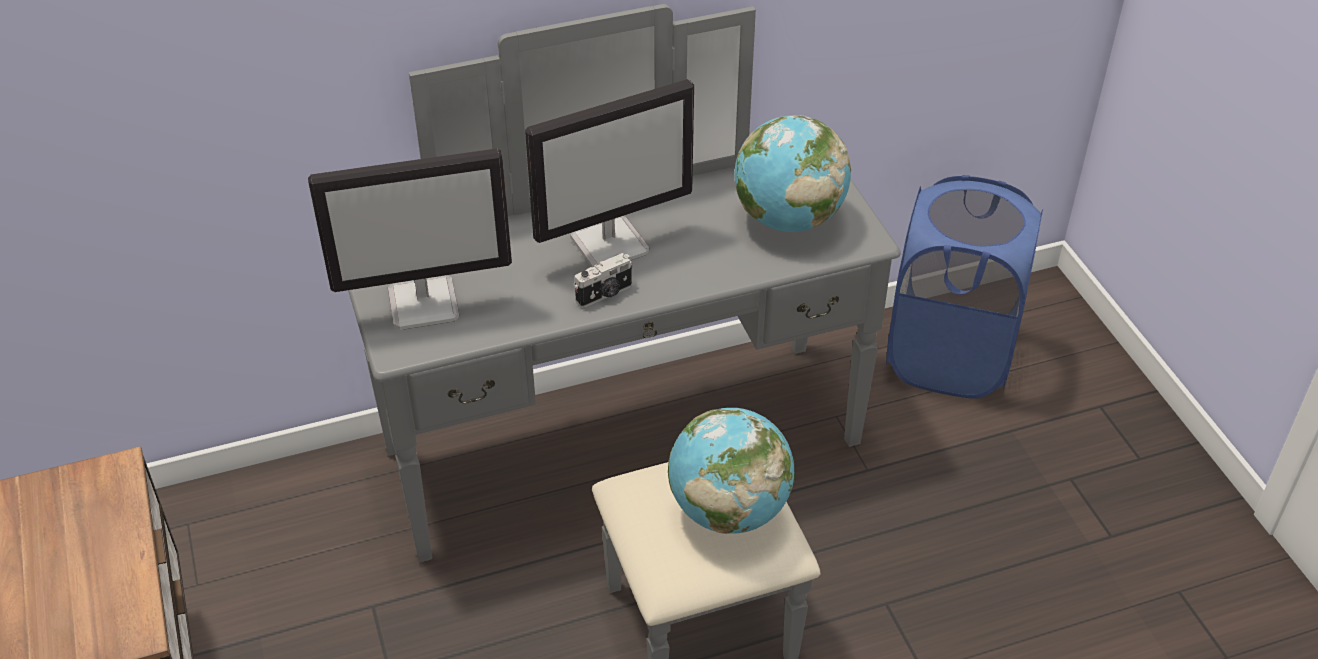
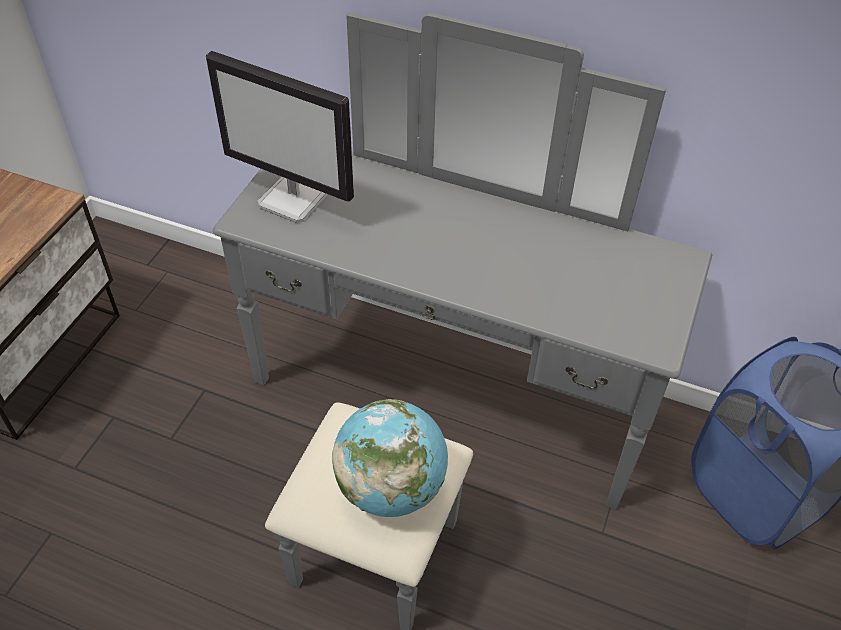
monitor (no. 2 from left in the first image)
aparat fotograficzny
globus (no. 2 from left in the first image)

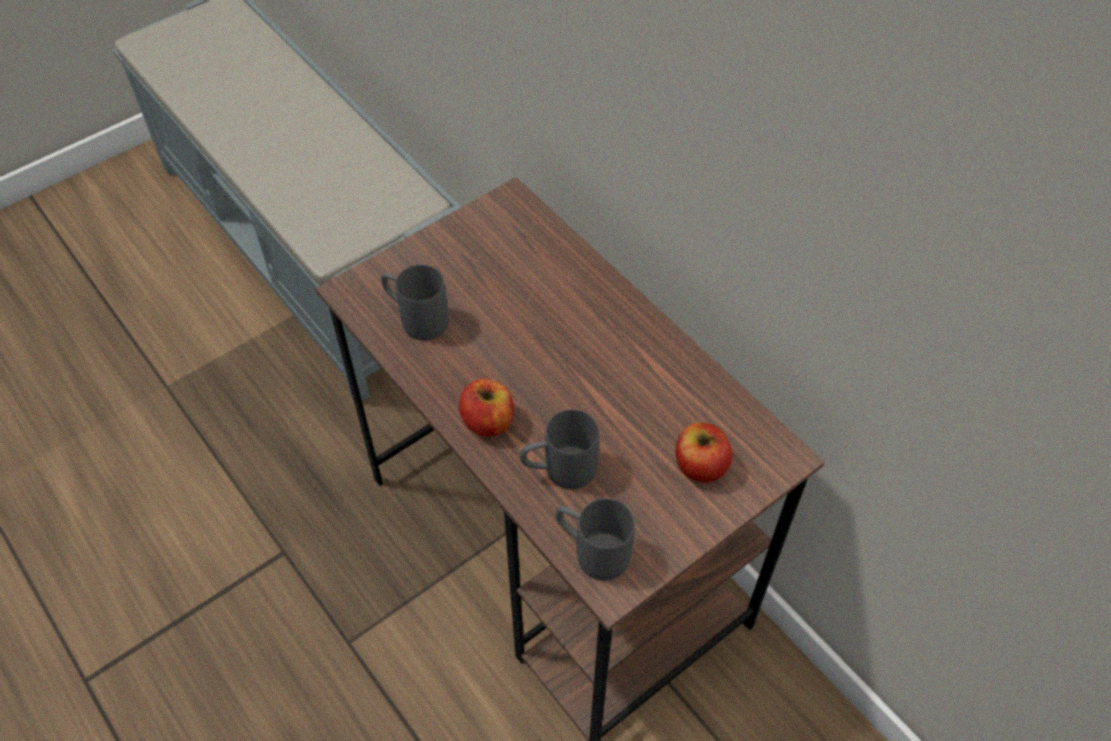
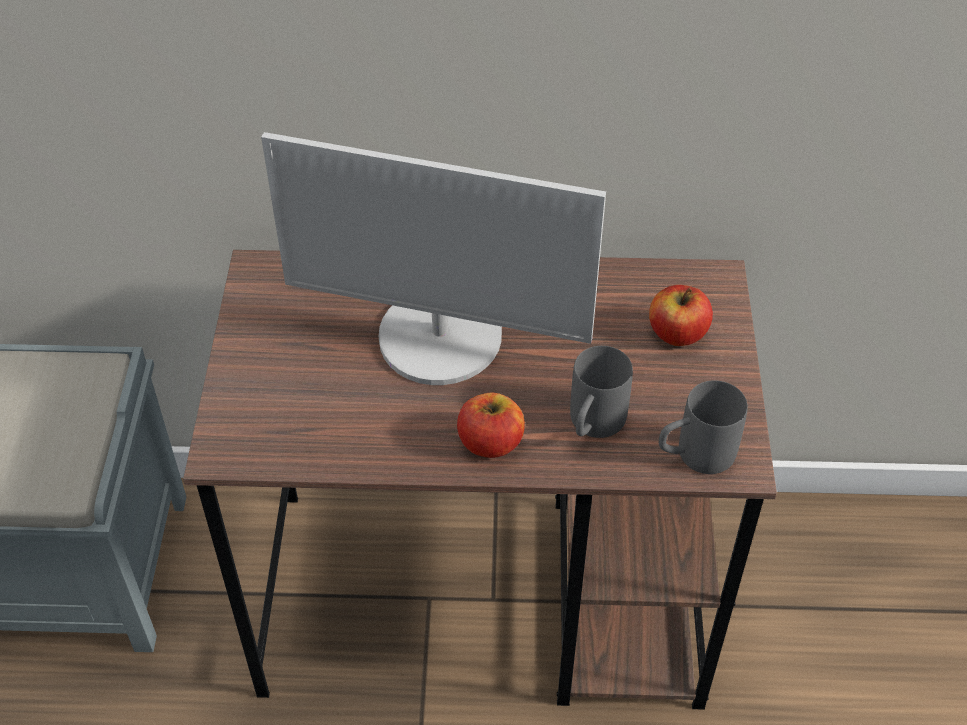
monitor
kubek (szary) (no. 1 from left in the first image)

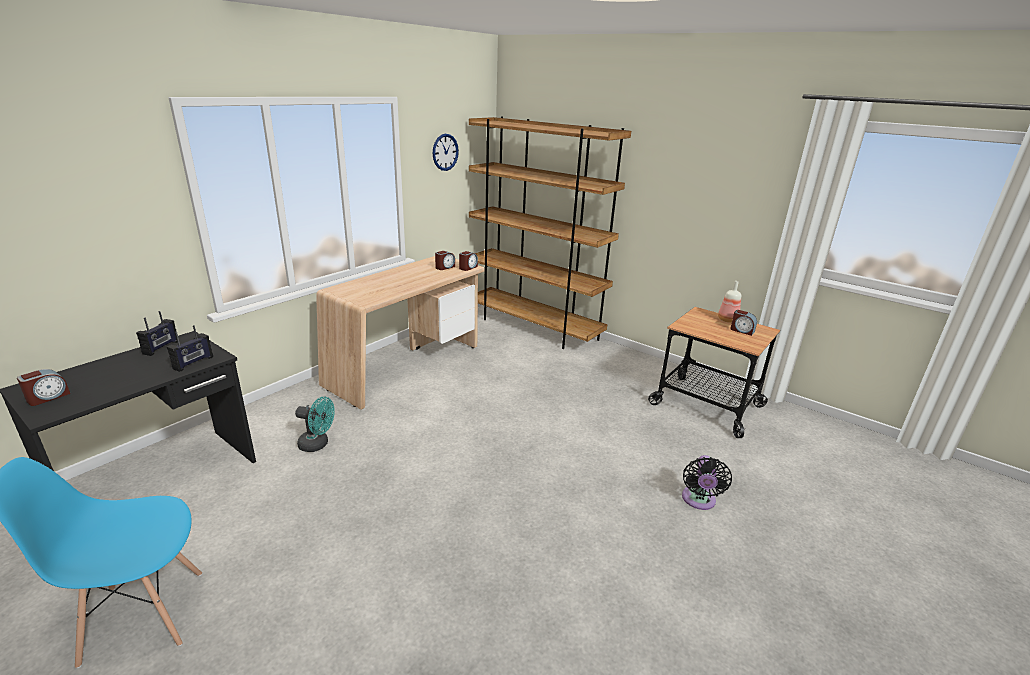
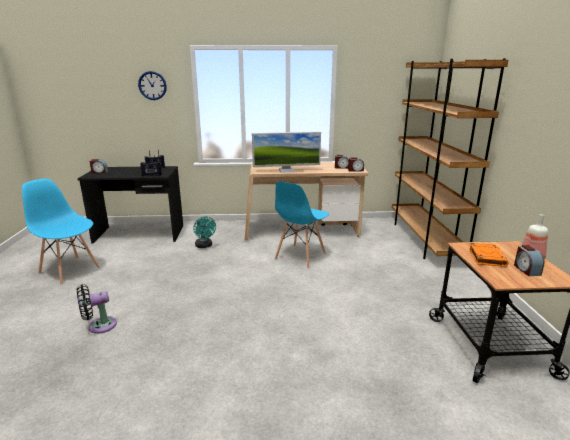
wentylator (czarny)
zegar ścienny
monitor
krzesło (niebieski) (no. 2 from left)
książka (pomarańczowy)

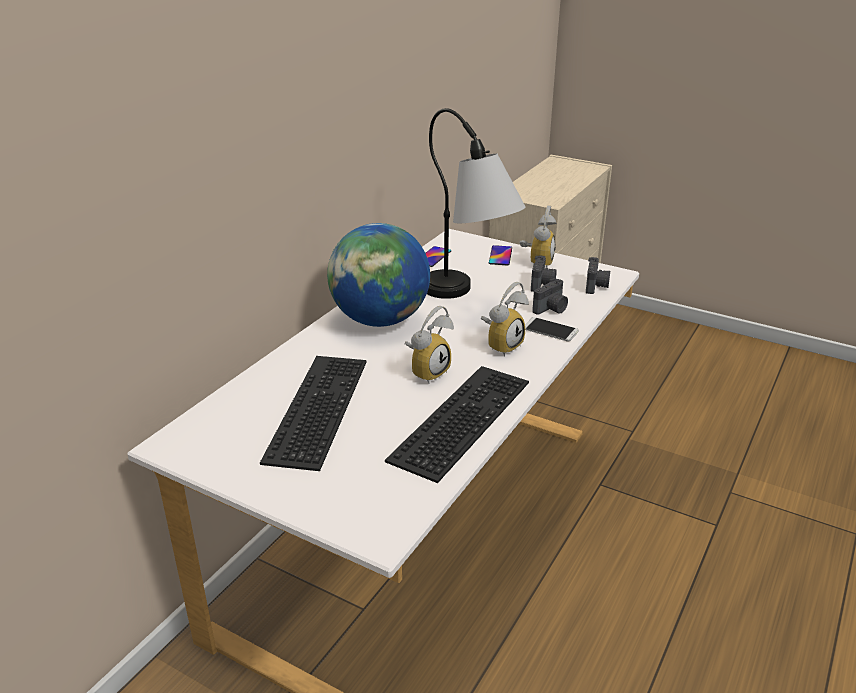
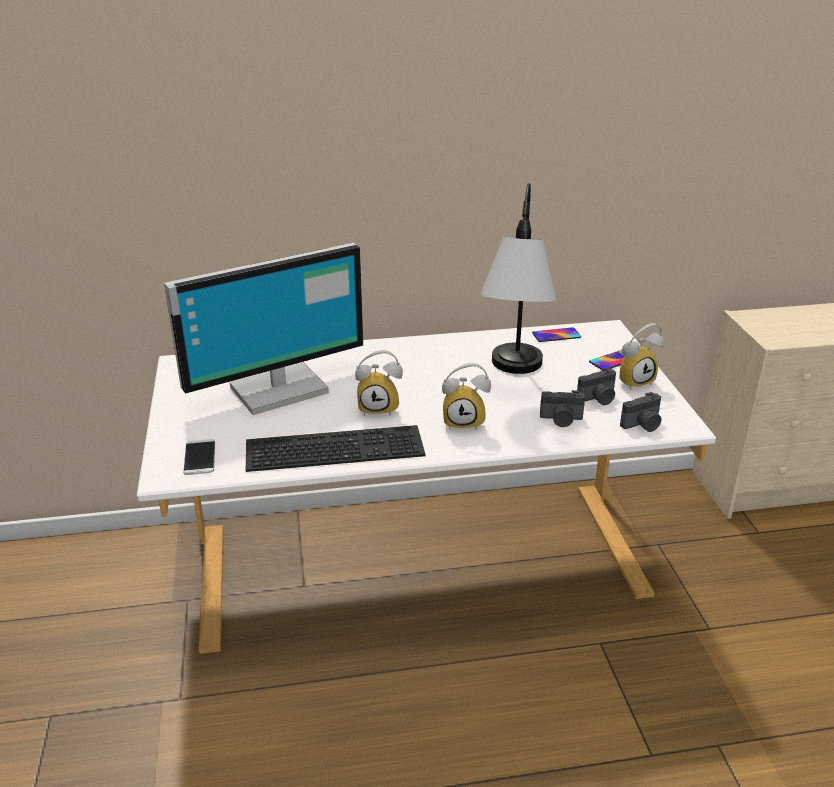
monitor
telefon (no. 1 from left)
globus

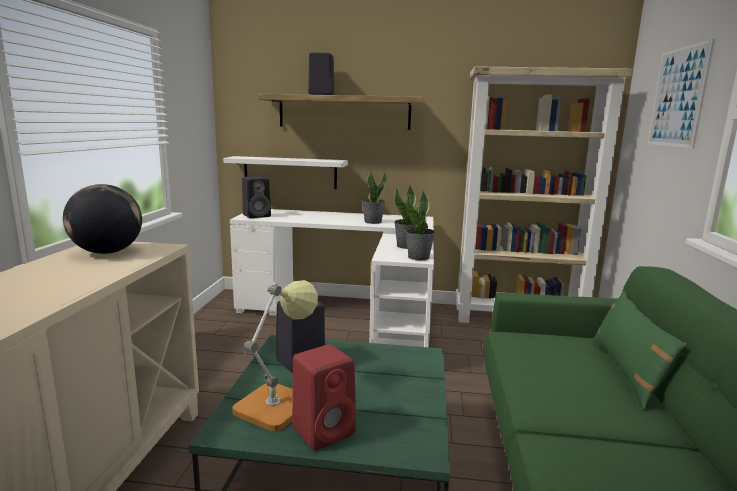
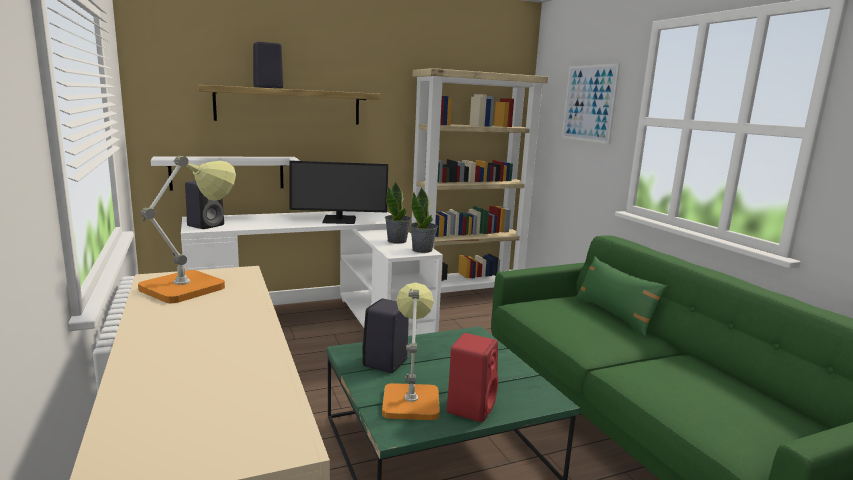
lampa stołowa (no. 1 from left)
monitor

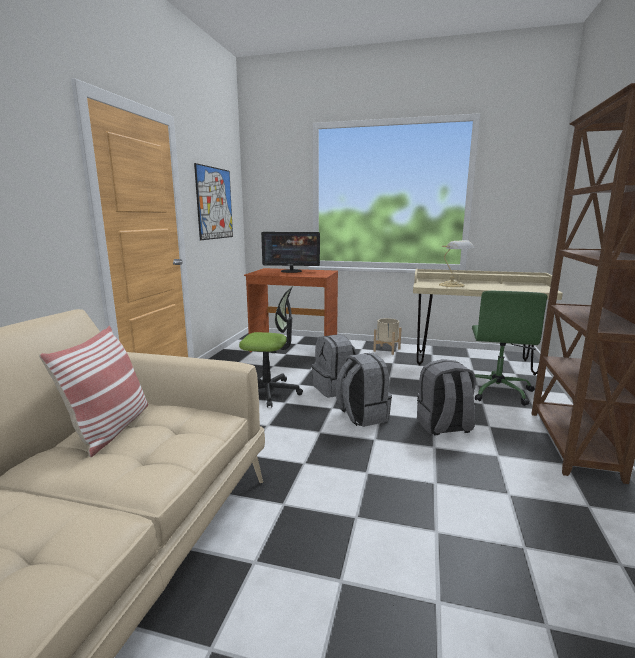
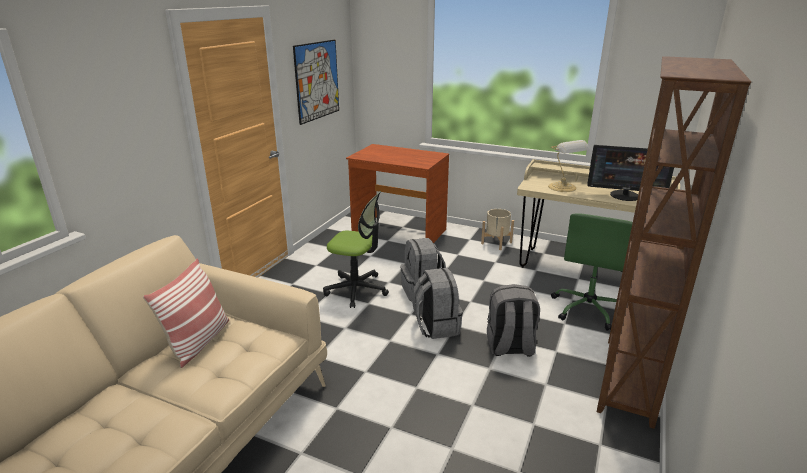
monitor

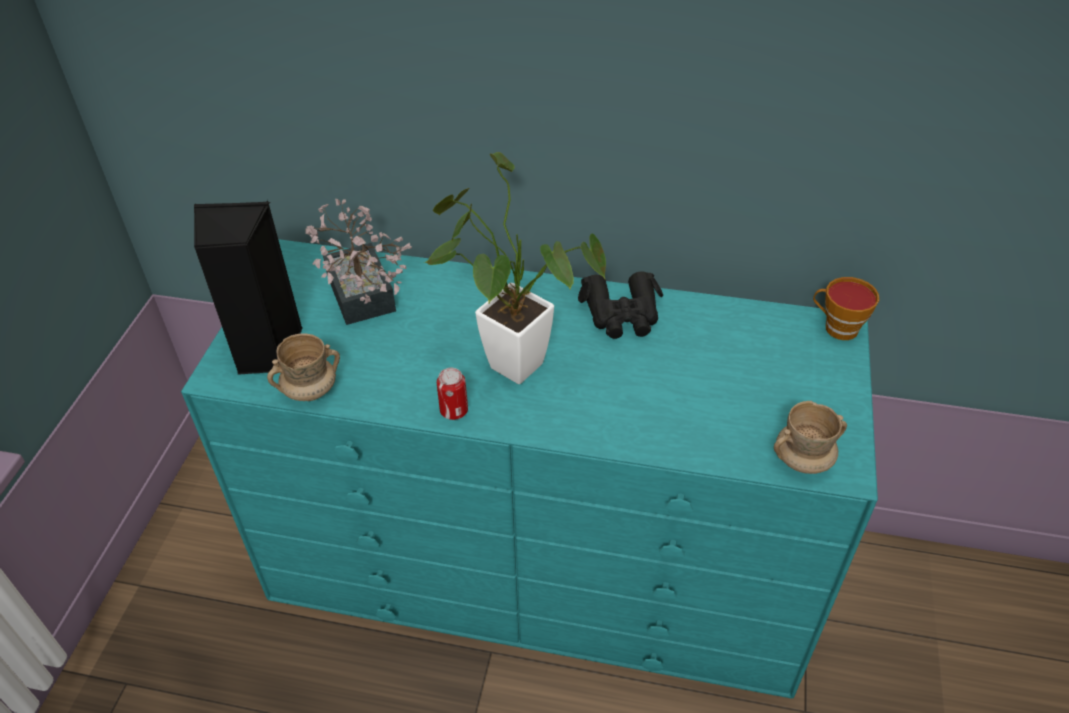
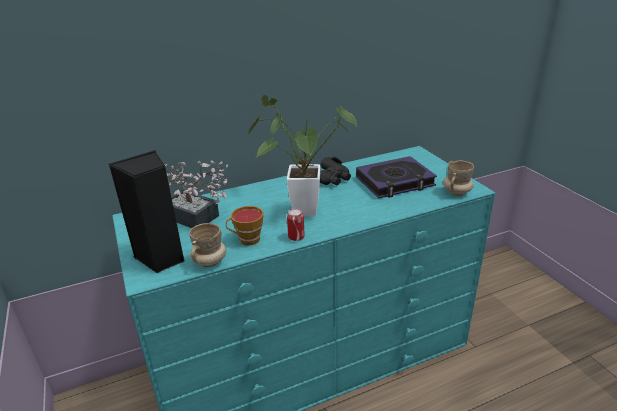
filiżanka
książka

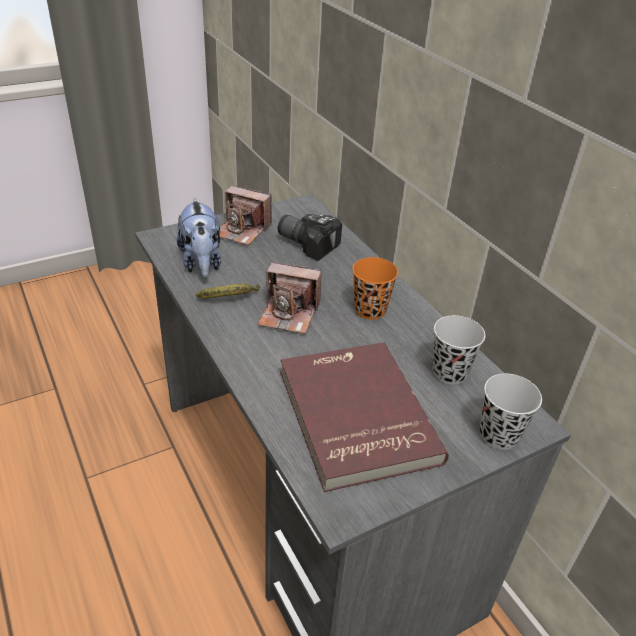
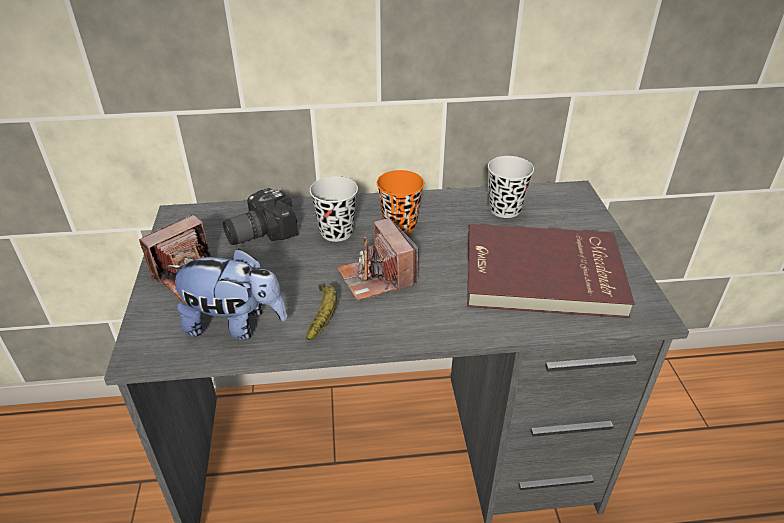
filiżanka (czarny) (no. 1 from left)
aparat fotograficzny (no. 3 from left)

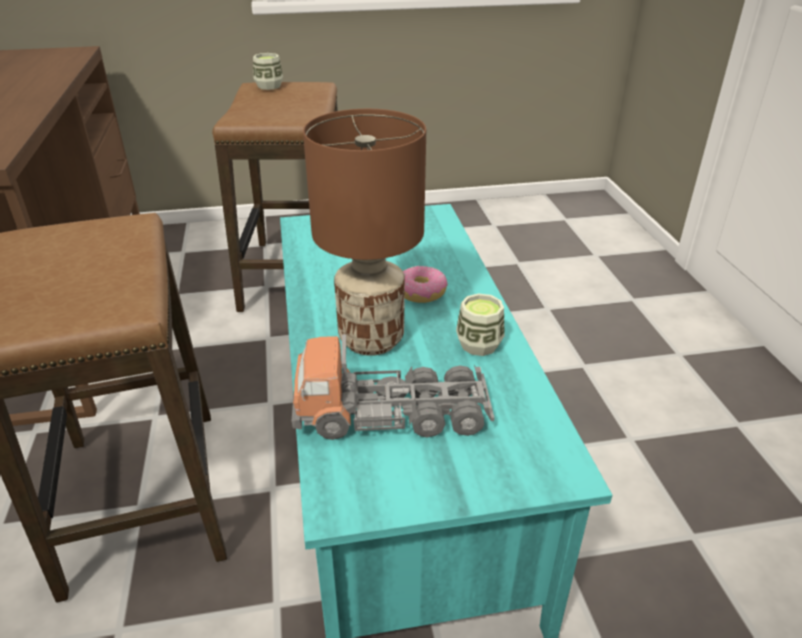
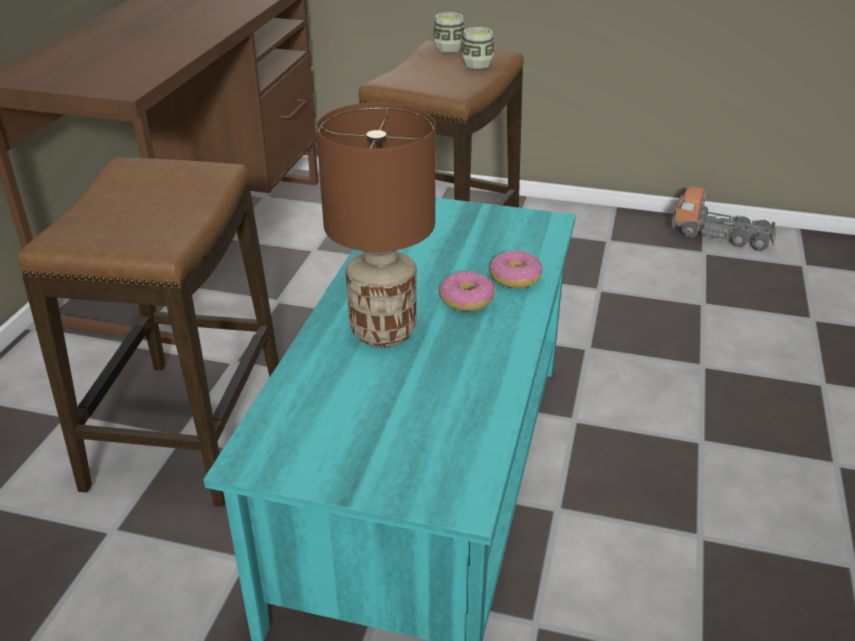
filiżanka (no. 2 from left)
donut (no. 2 from left)
ciężarówka zabawkowa

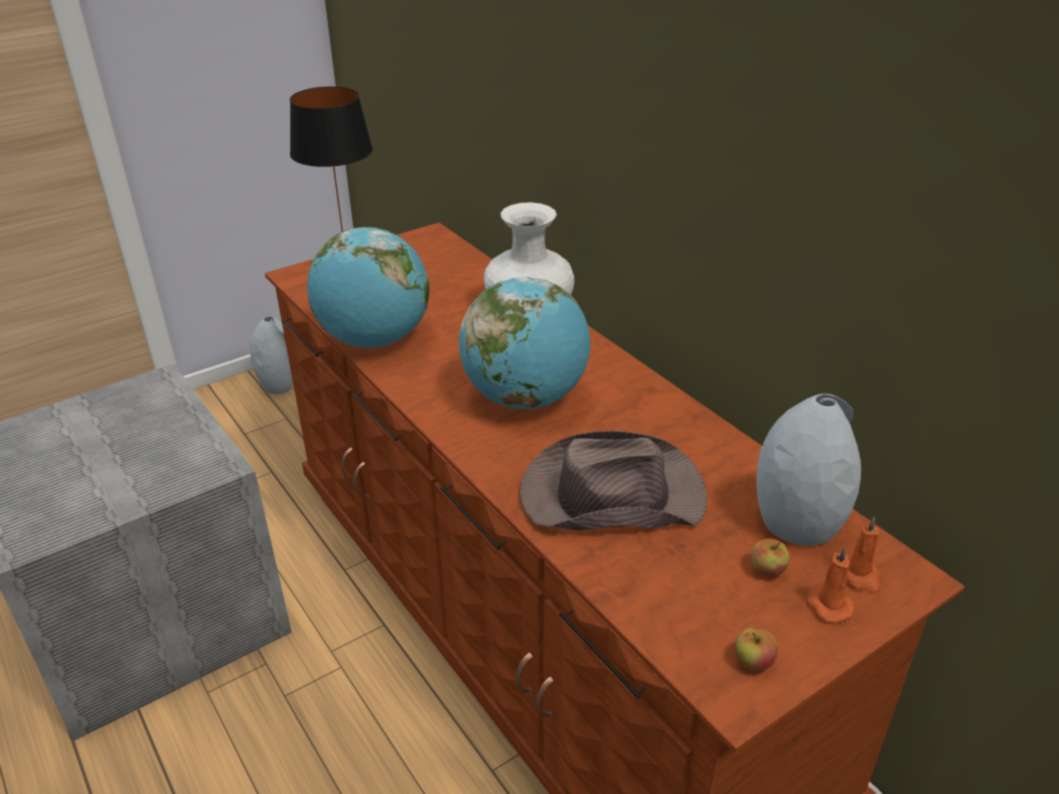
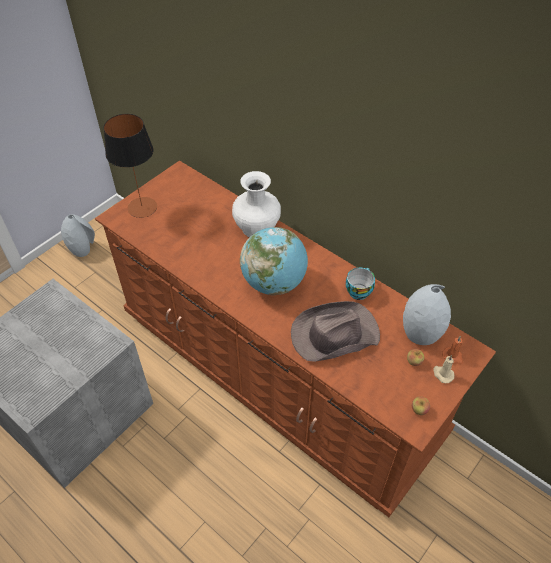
filiżanka
świeca (beżowy)
globus (no. 1 from left in the first image)

